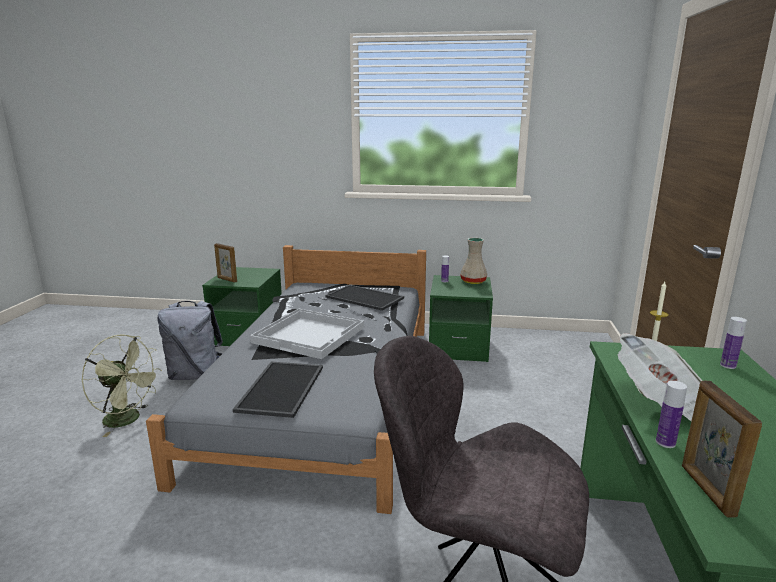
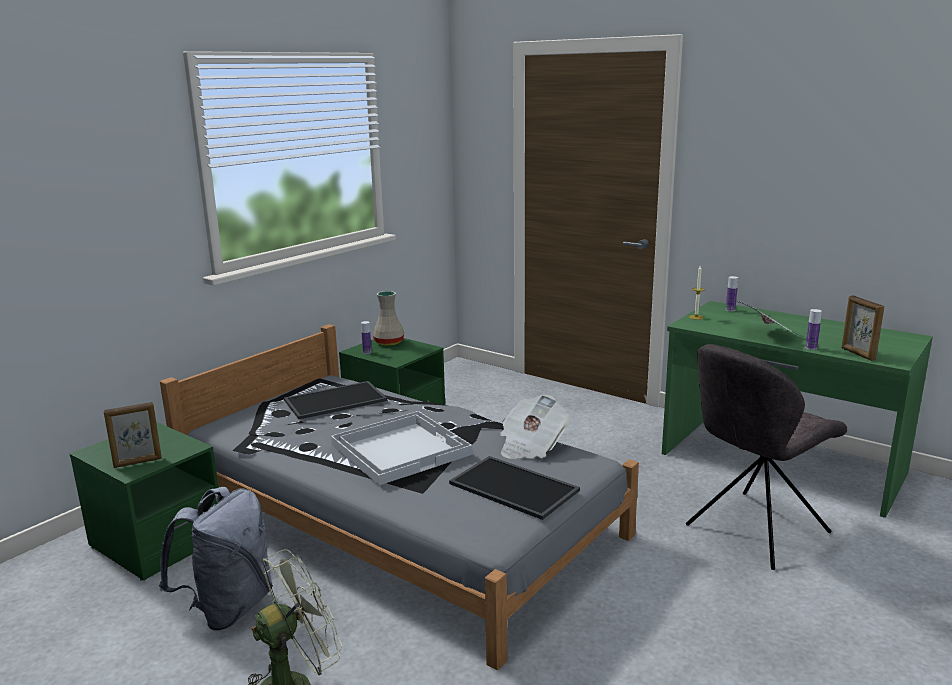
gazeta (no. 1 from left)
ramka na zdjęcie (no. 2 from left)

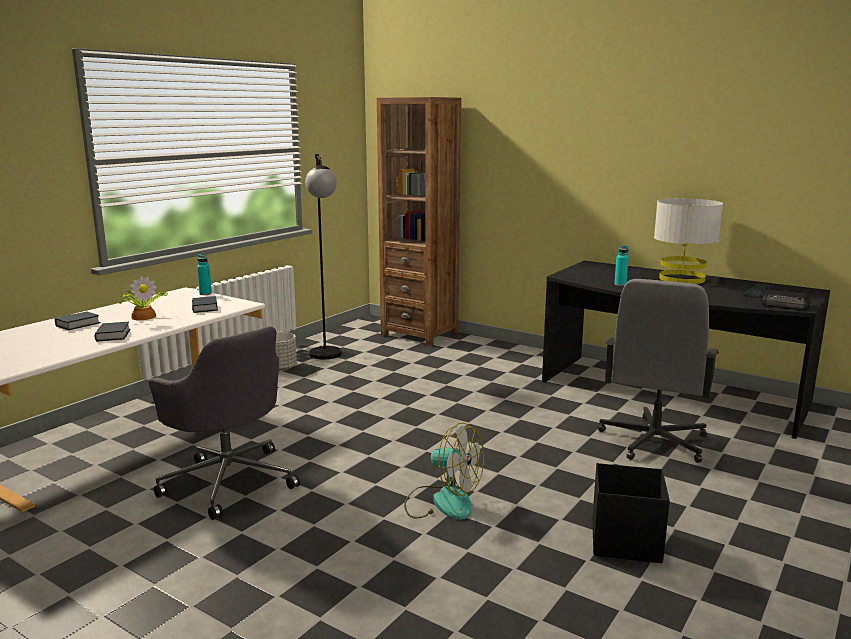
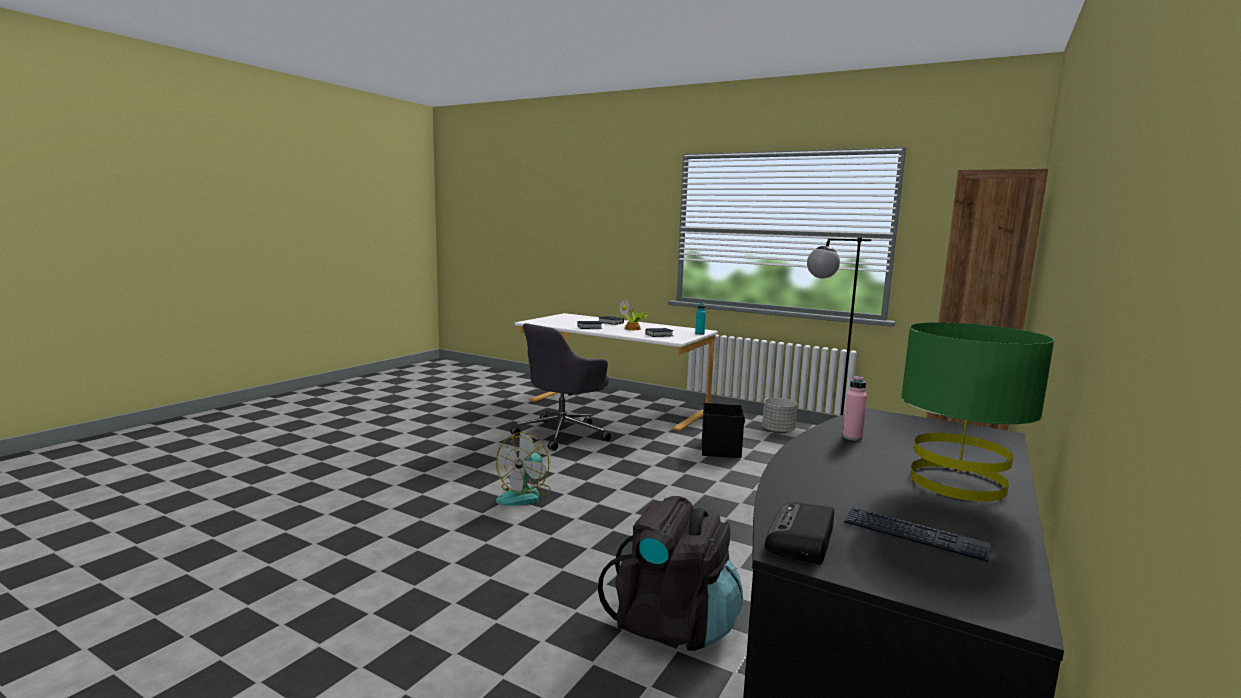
plecak (czarny)
pojemnik do przechowywania (czarny)
butelka (różowy)
lampa stołowa (zielony)

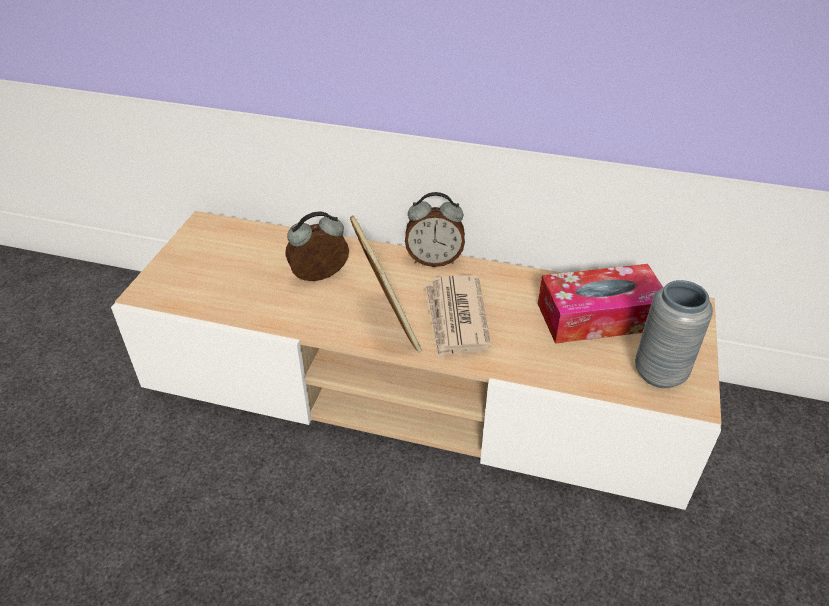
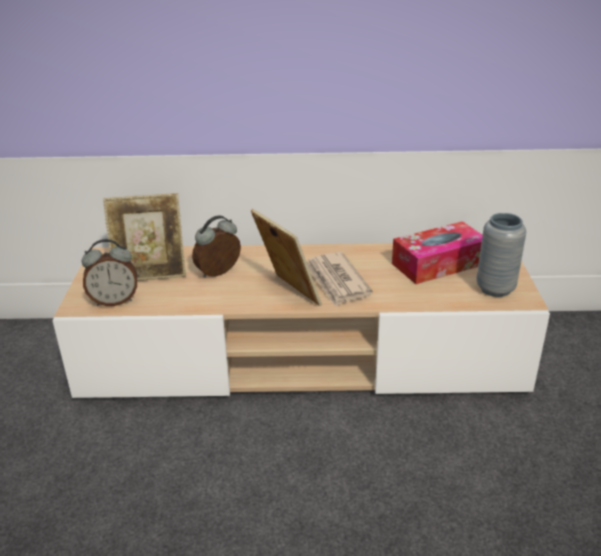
budzik (no. 1 from left)
ramka na zdjęcie (no. 1 from left)

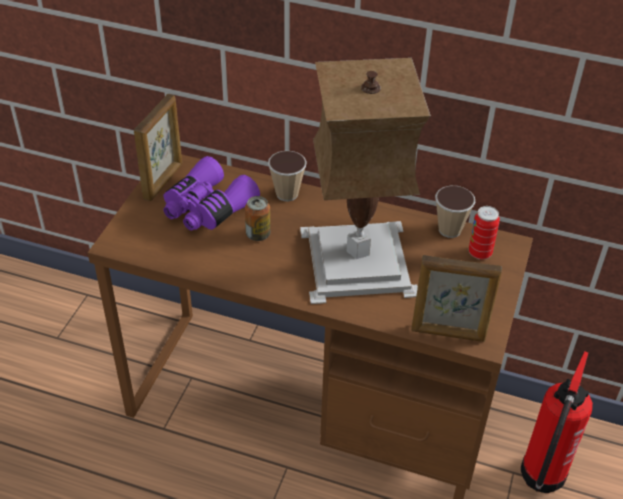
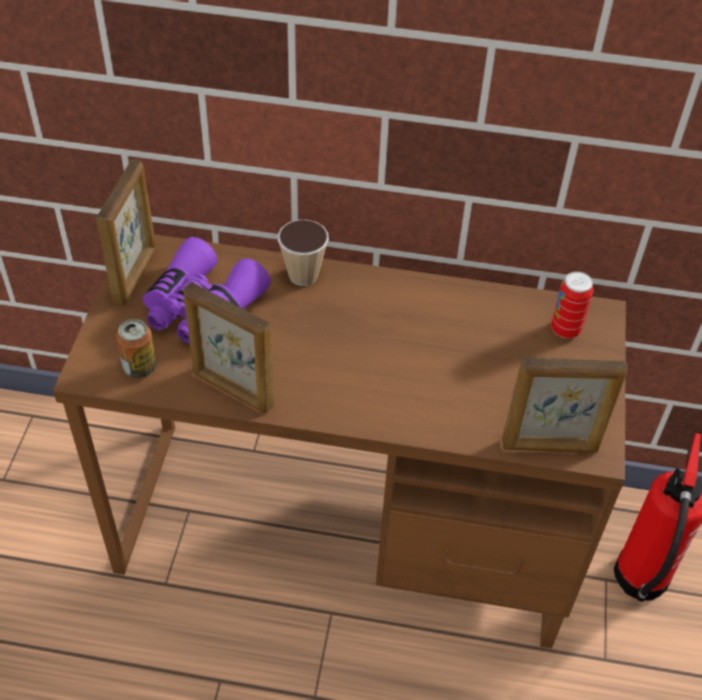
puszka (no. 1 from left)
ramka na zdjęcie (no. 2 from left)
lampa stołowa
filiżanka (no. 2 from left in the first image)

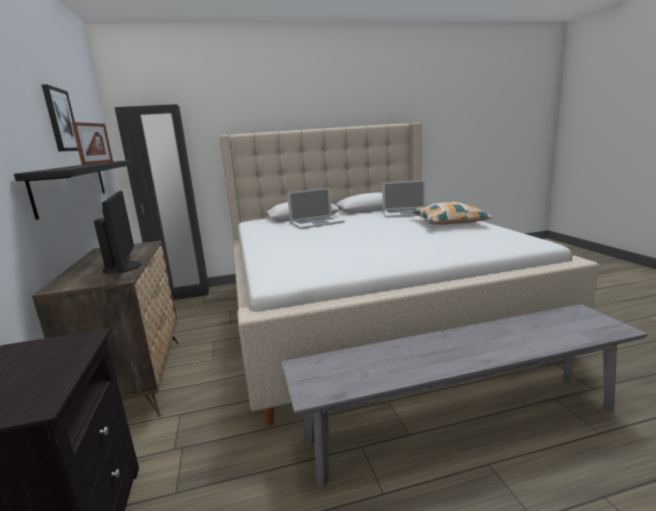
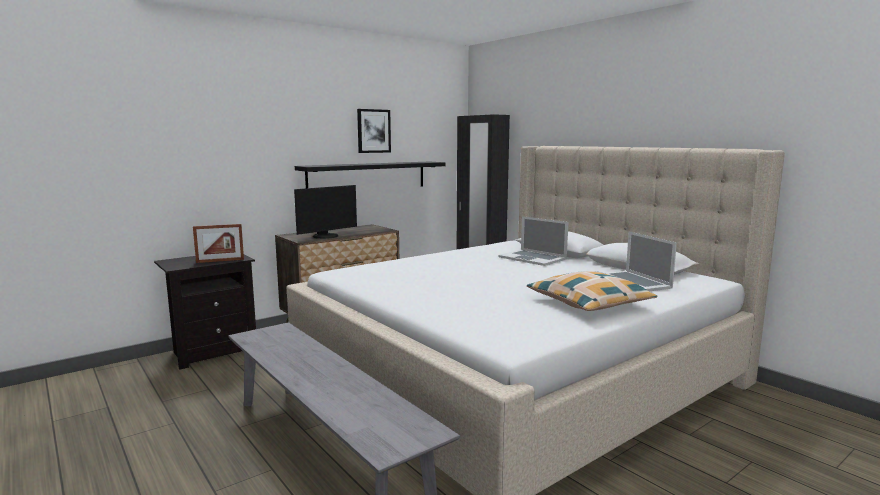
ramka na zdjęcie

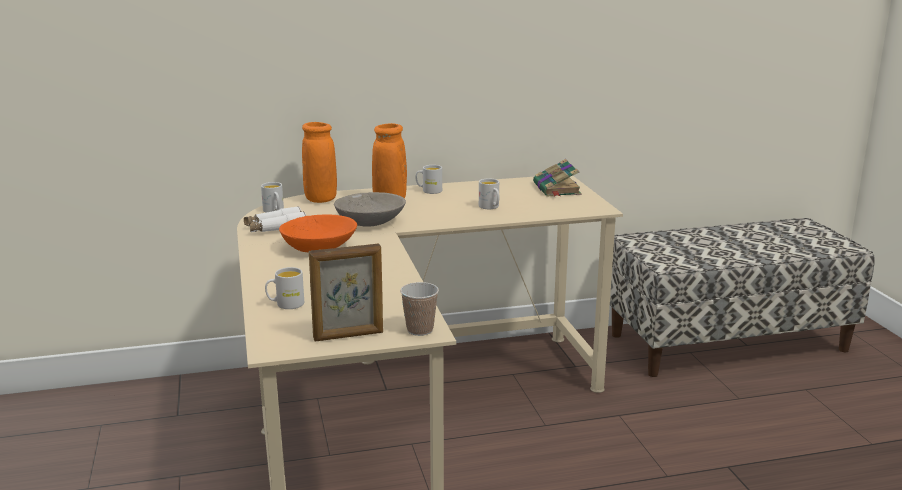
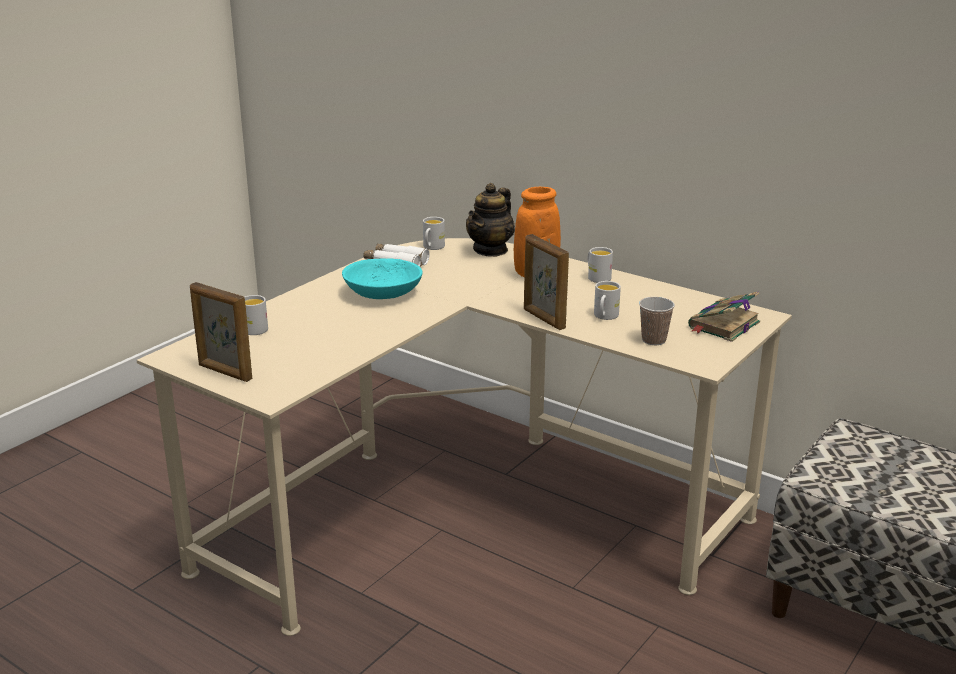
miska (turkusowy)
imbryk
ramka na zdjęcie (no. 2 from left)
filiżanka
miska (szary)

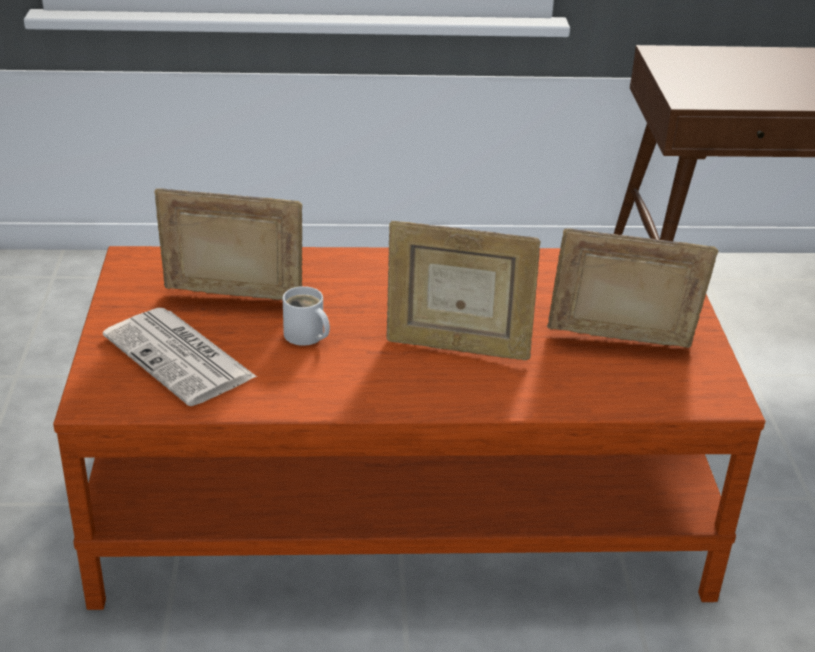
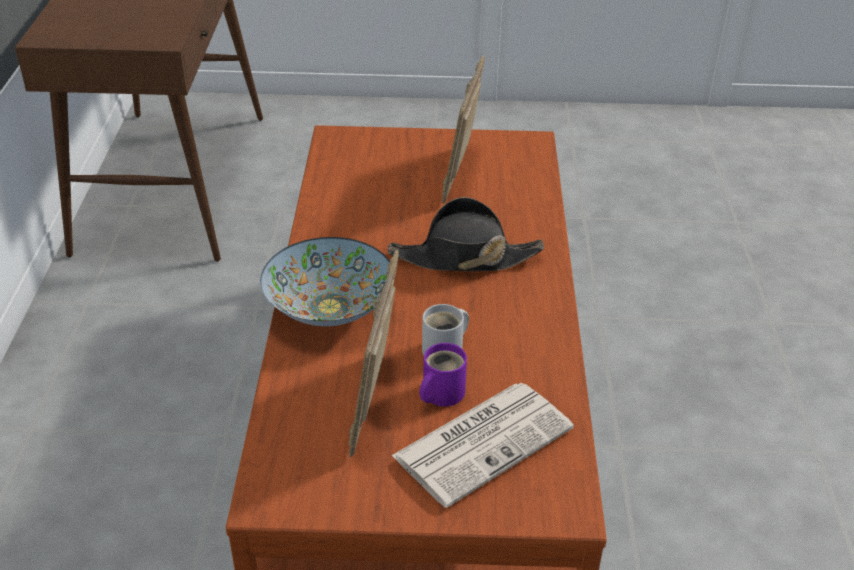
miska
kapelusz (czarny)
kubek (fioletowy)

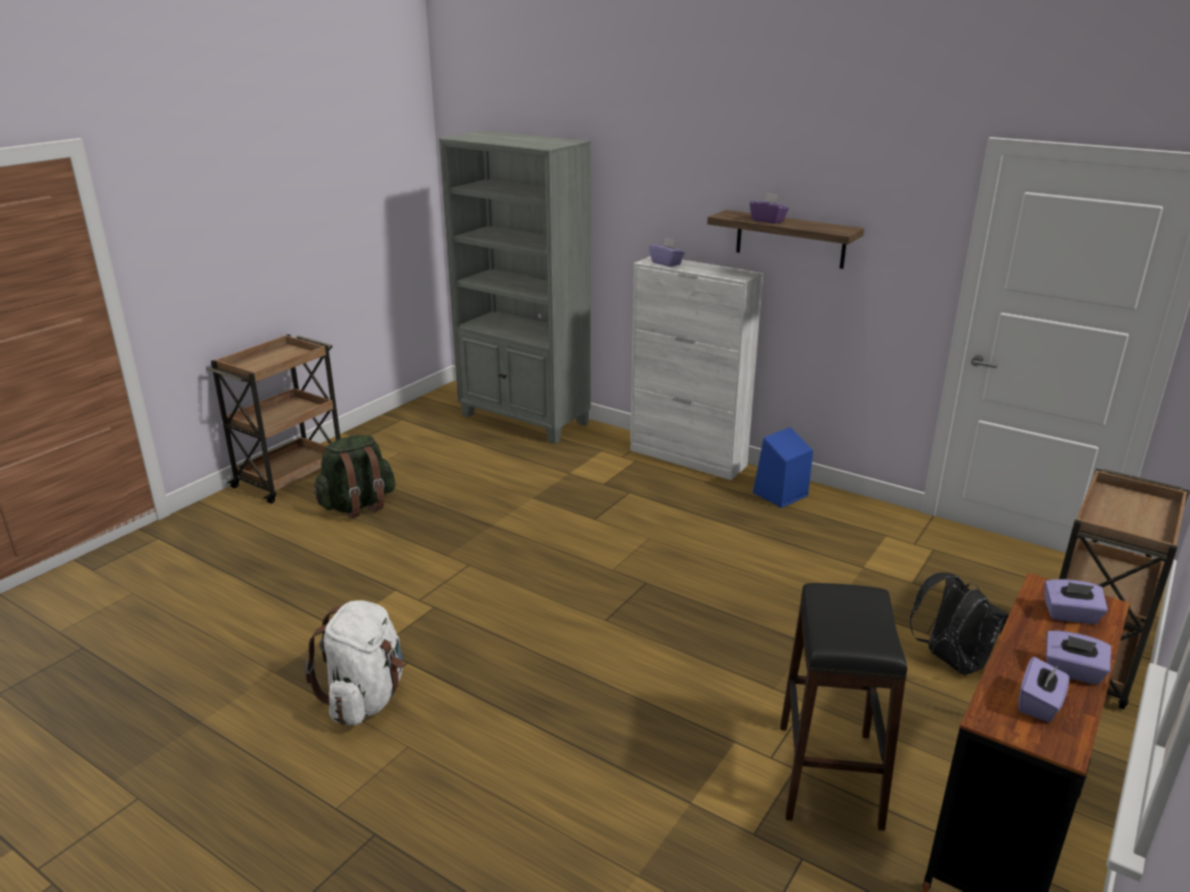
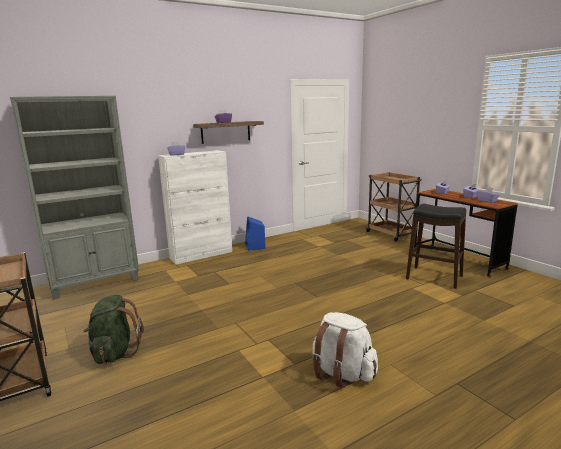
plecak (czarny)

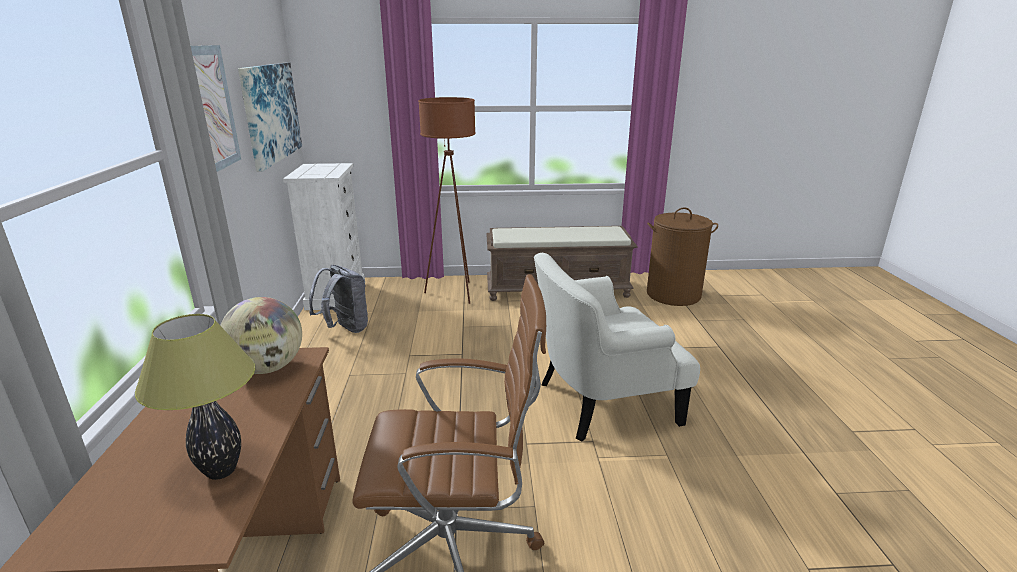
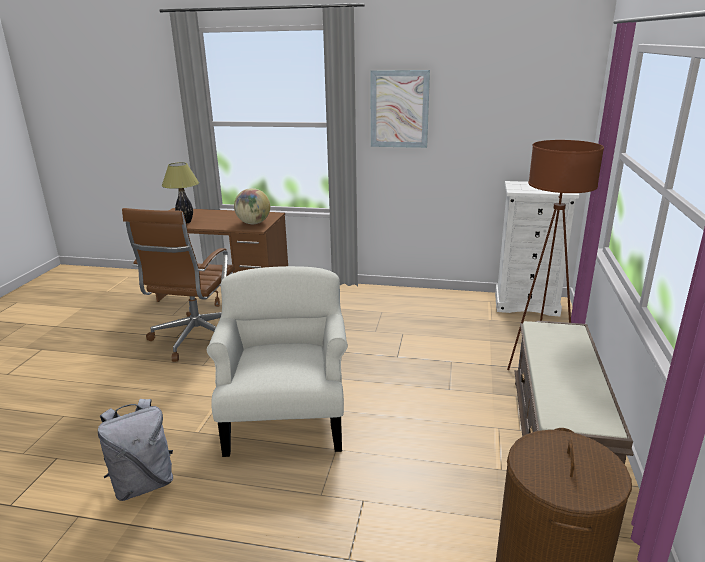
plecak (szary)
obraz (no. 2 from left in the first image)

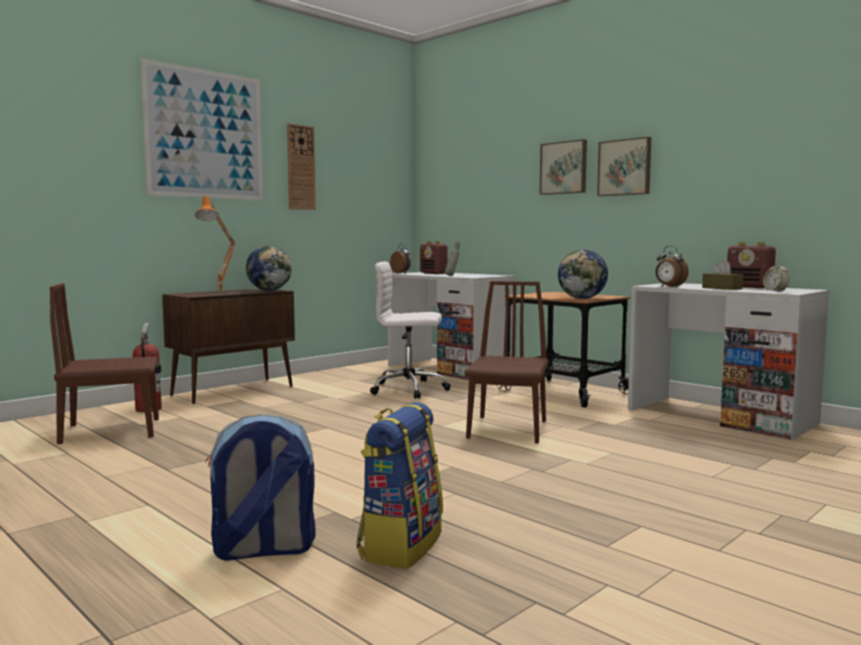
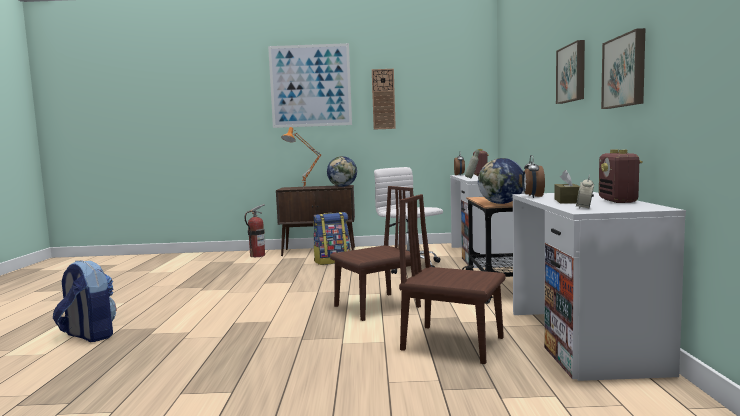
plecak (no. 2 from left)
krzesło (brązowy) (no. 2 from left)
obraz (no. 3 from left)

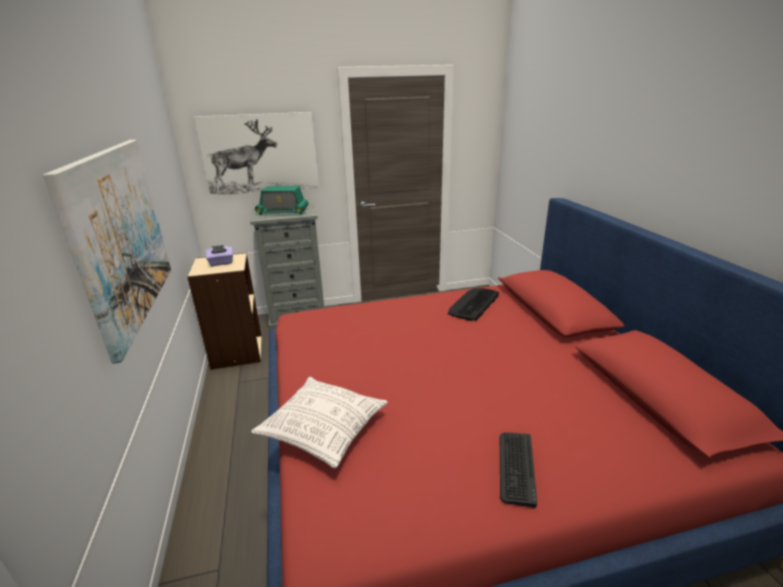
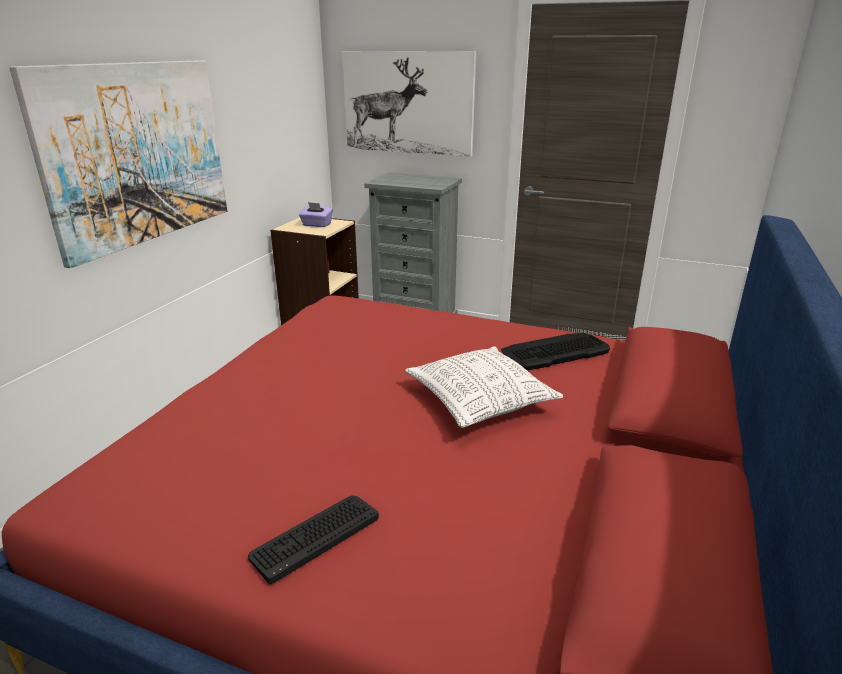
poduszka
radio

